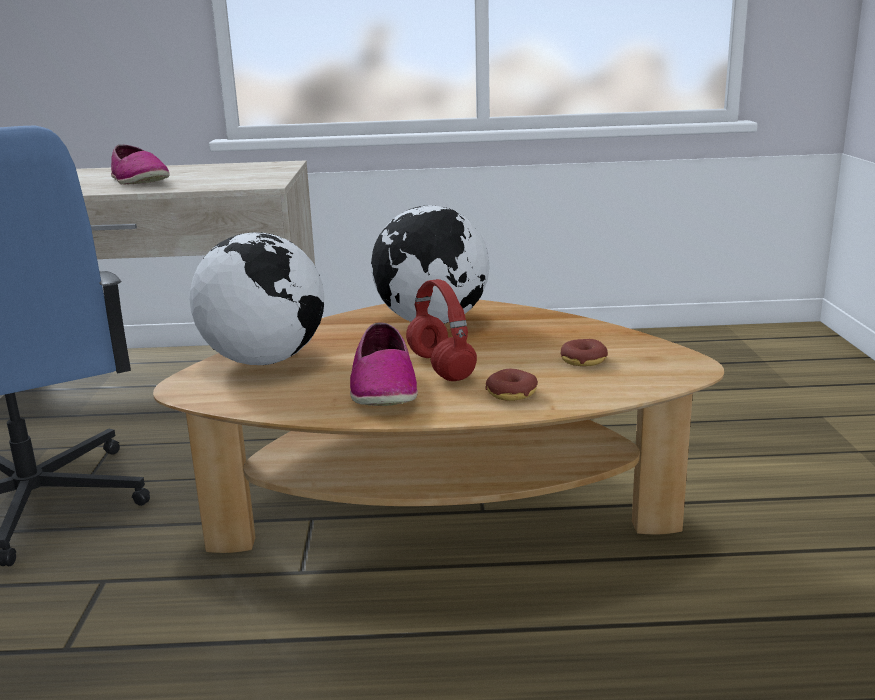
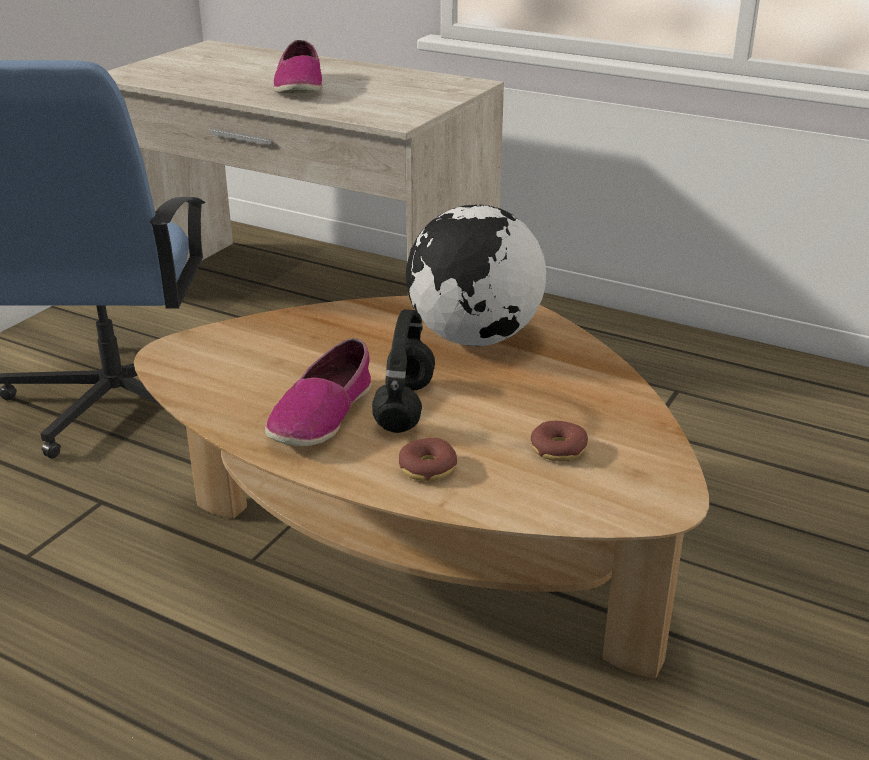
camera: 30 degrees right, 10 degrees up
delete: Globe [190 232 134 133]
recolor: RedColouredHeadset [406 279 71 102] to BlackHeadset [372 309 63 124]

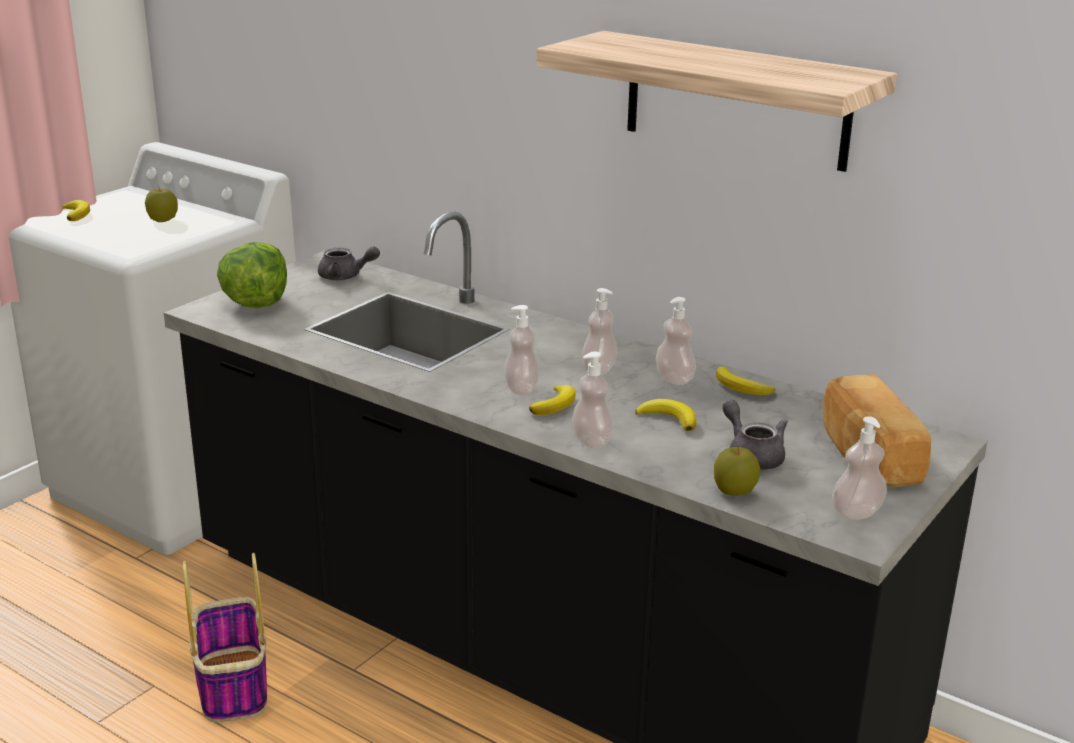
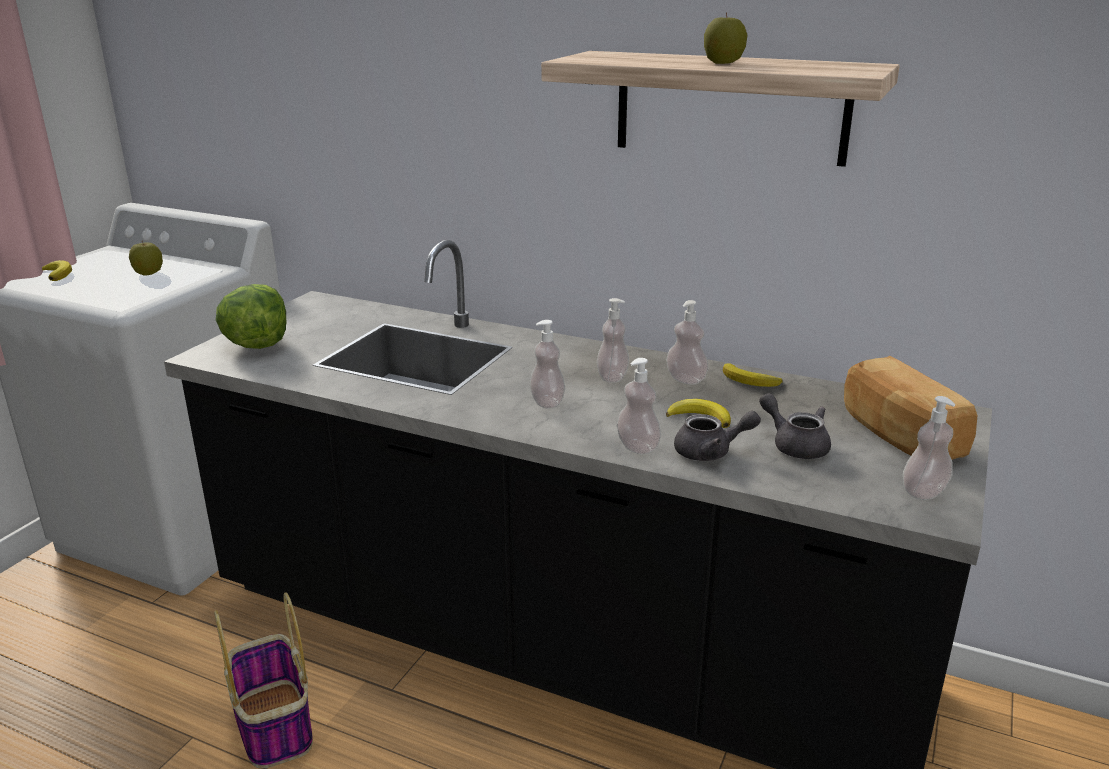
camera: 10 degrees left, 0 degrees up
delete: BananaFruit [529 385 47 30]
move: GreyTeaPot [318 246 62 34] to [674 411 87 50]; WholeApple [714 447 47 49] to [704 12 43 52]

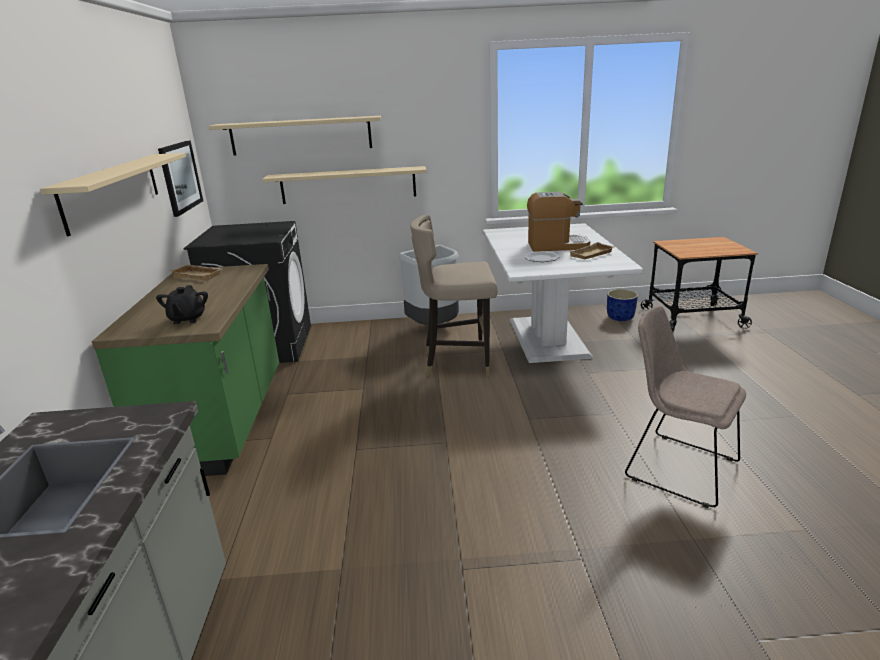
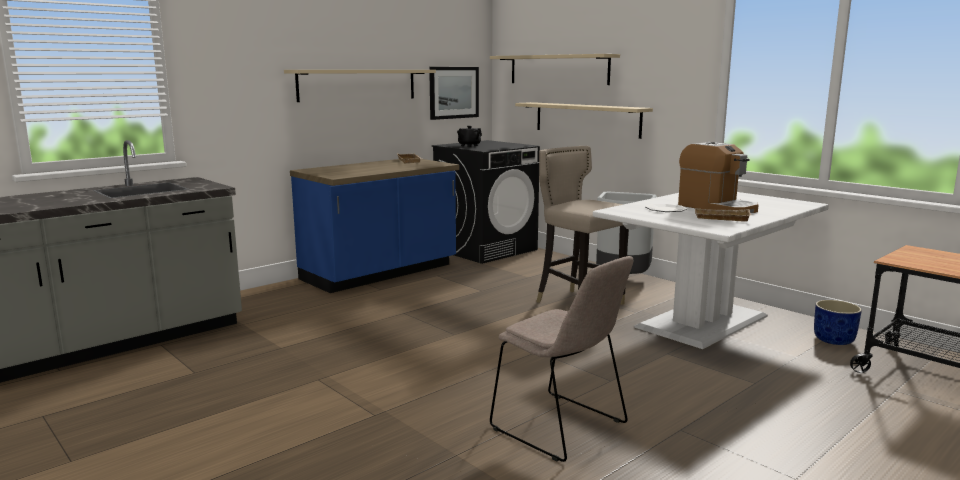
camera: 50 degrees right, 10 degrees down
move: BlackTeaPot [156 285 52 39] to [457 126 25 21]
recolor: GreenKitchenBaseUnit [92 264 187 212] to BlueKitchenBaseUnit [290 159 169 134]
rotate: SandColouredPlainChair [625 306 121 202] = [490 256 143 206] 135 degrees clockwise

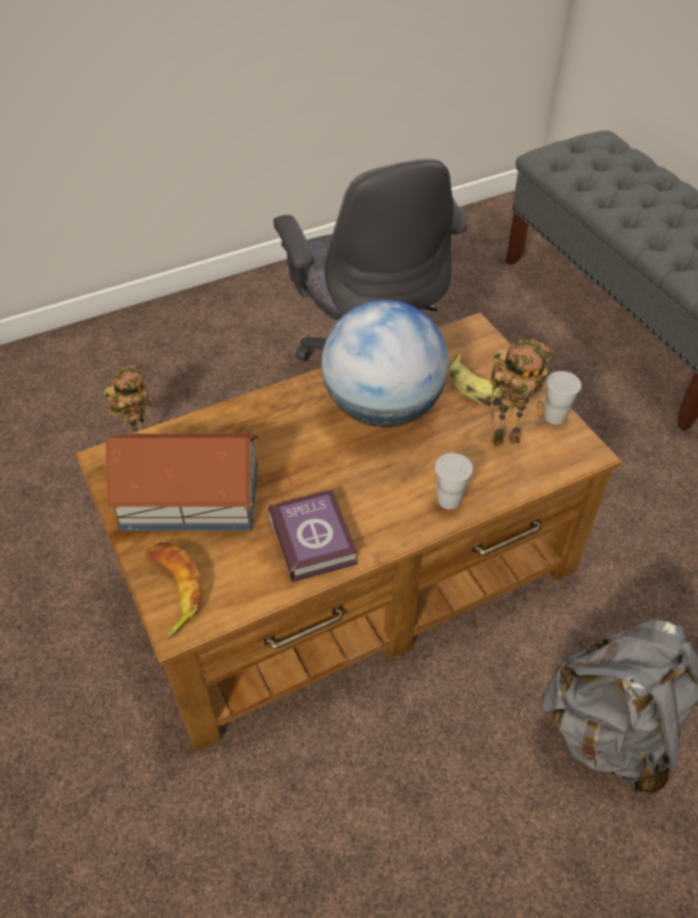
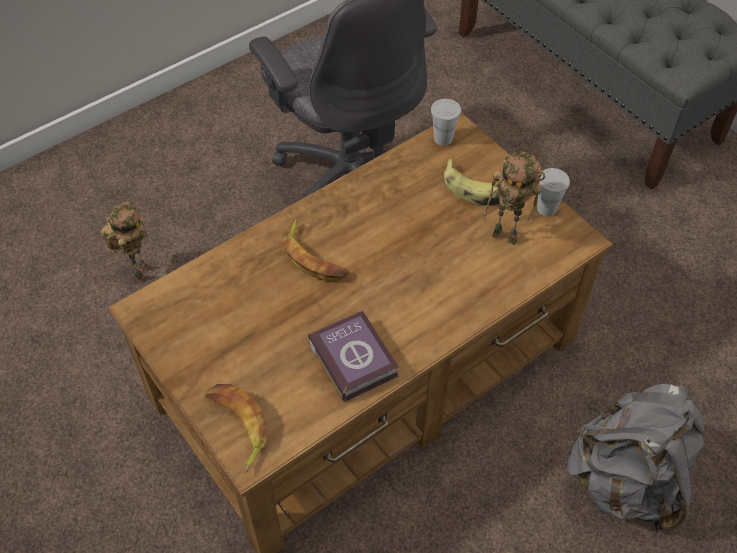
camera: 10 degrees left, 5 degrees up
delete: Globe [322 300 127 128]; MiniatureHouse [106 433 153 98]
insert: BananaFruit [283 219 67 62]
move: WhitishDrinkingCup [435 453 38 56] to [431 99 30 47]
rotate: ModelRobot [490 339 63 107] = [483 151 62 94] 45 degrees clockwise

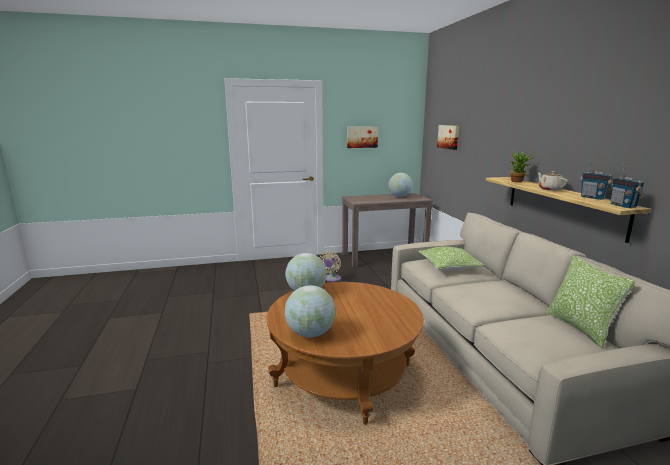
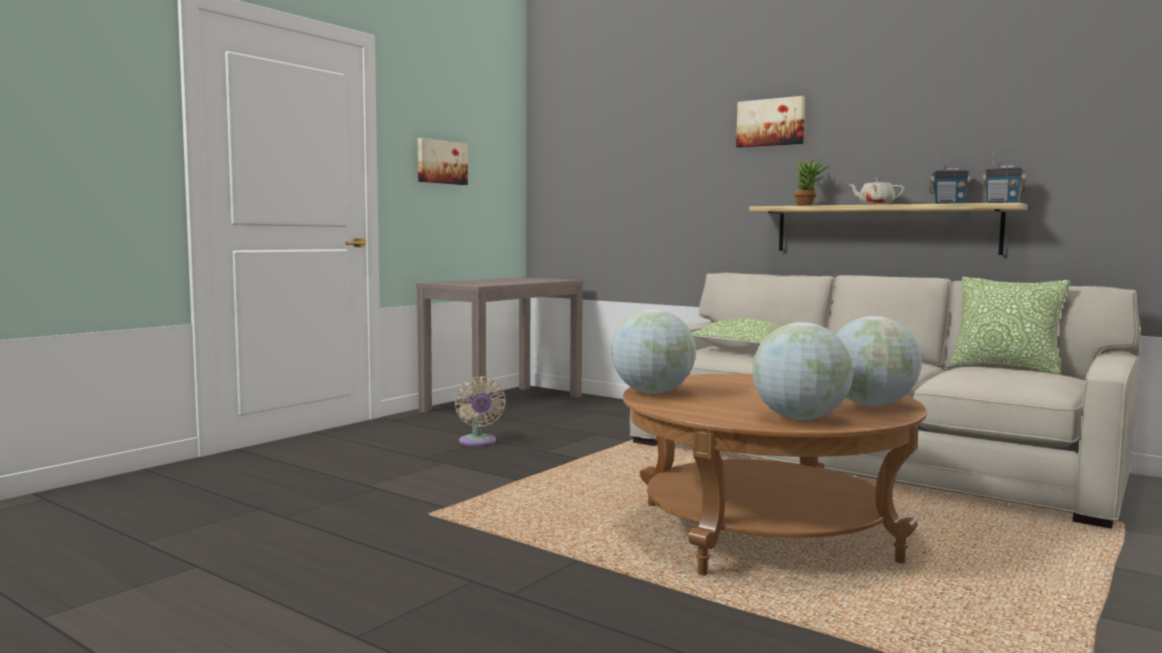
camera: 40 degrees left, 10 degrees down
move: WallPicture [437 125 22 25] to [736 96 69 52]; Globe [388 173 25 24] to [836 316 86 90]

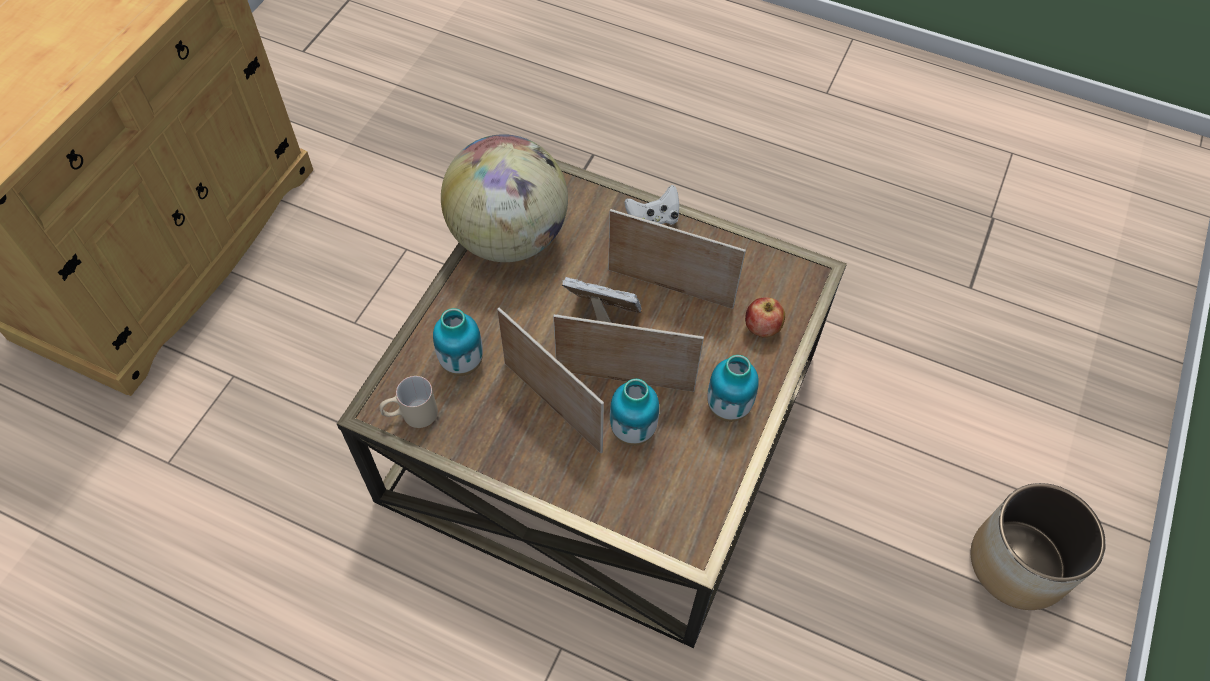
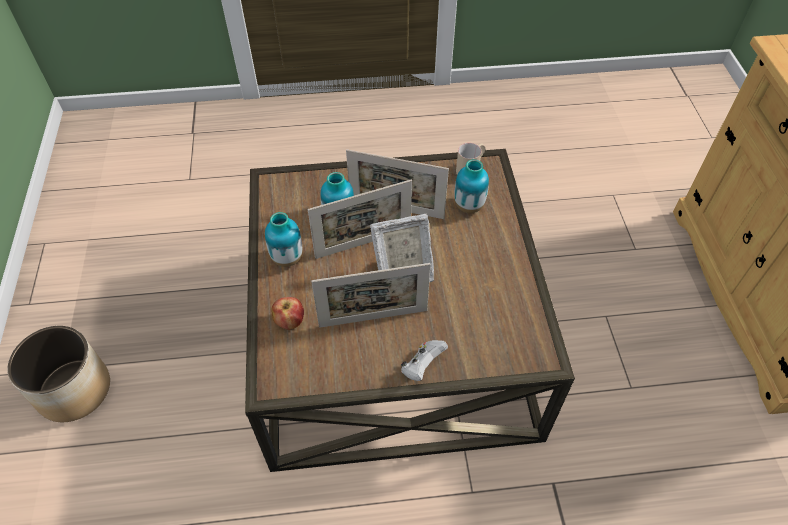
camera: 150 degrees right, 5 degrees down
delete: Globe [441 134 127 128]

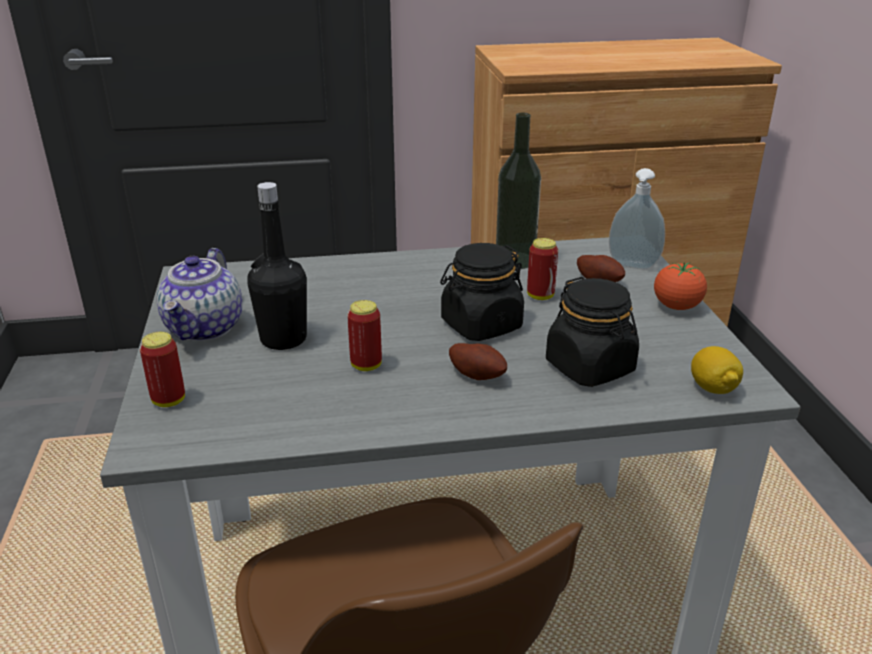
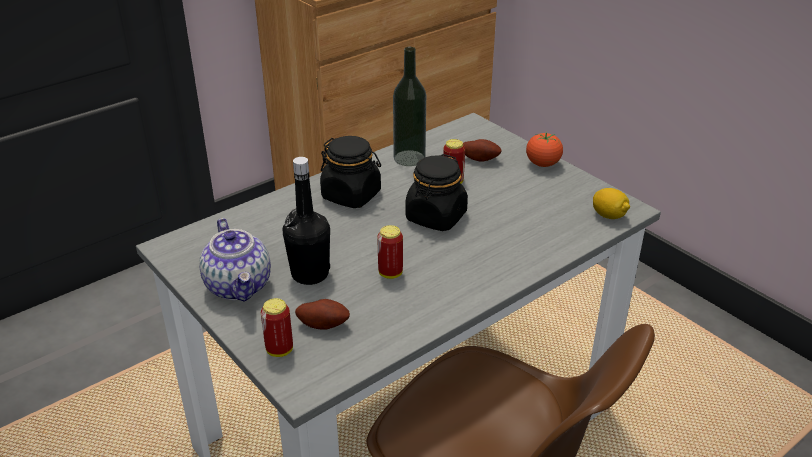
camera: 30 degrees left, 5 degrees up
delete: SoapDispenser [609 168 56 101]
move: BlackStorageJar [546 277 93 110] to [320 136 61 72]; Potato [449 343 58 37] to [295 299 55 31]

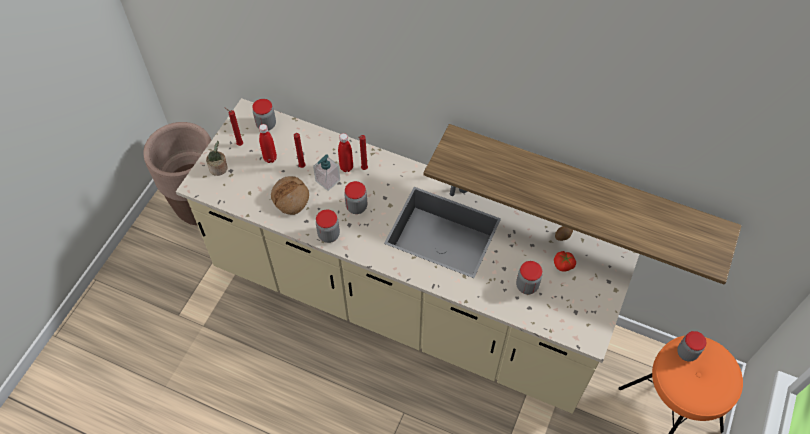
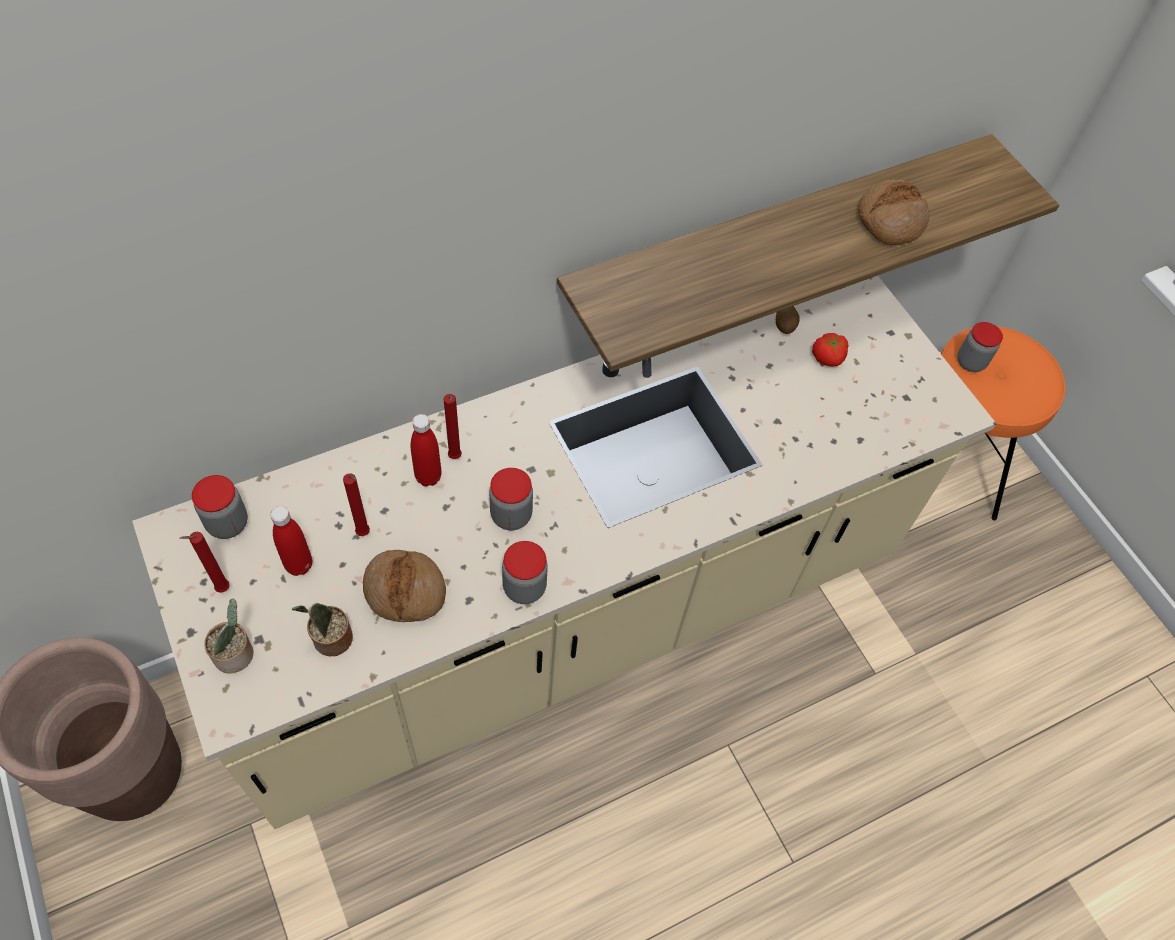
camera: 55 degrees left, 0 degrees up
delete: SoapDispenser [313 155 27 36]; StorageJar [516 261 26 33]
insert: Bread [858 179 71 66]; Houseplant [292 603 61 53]

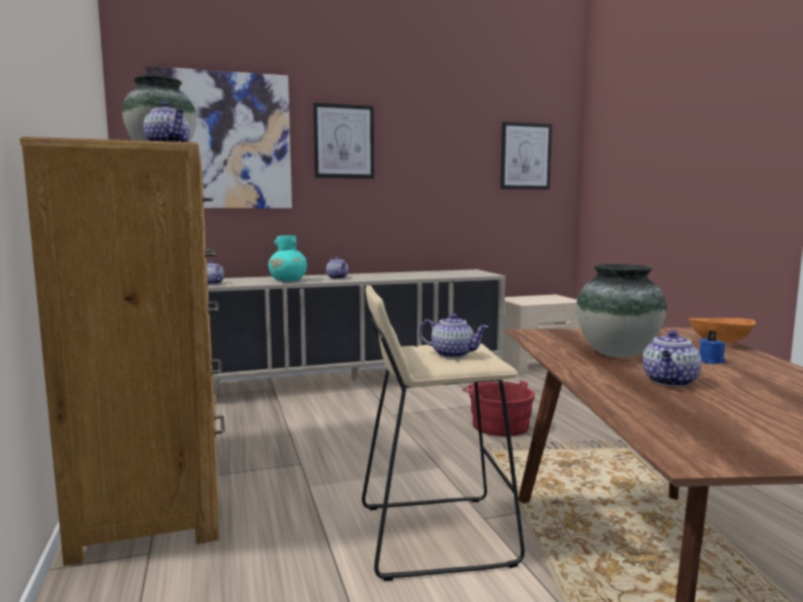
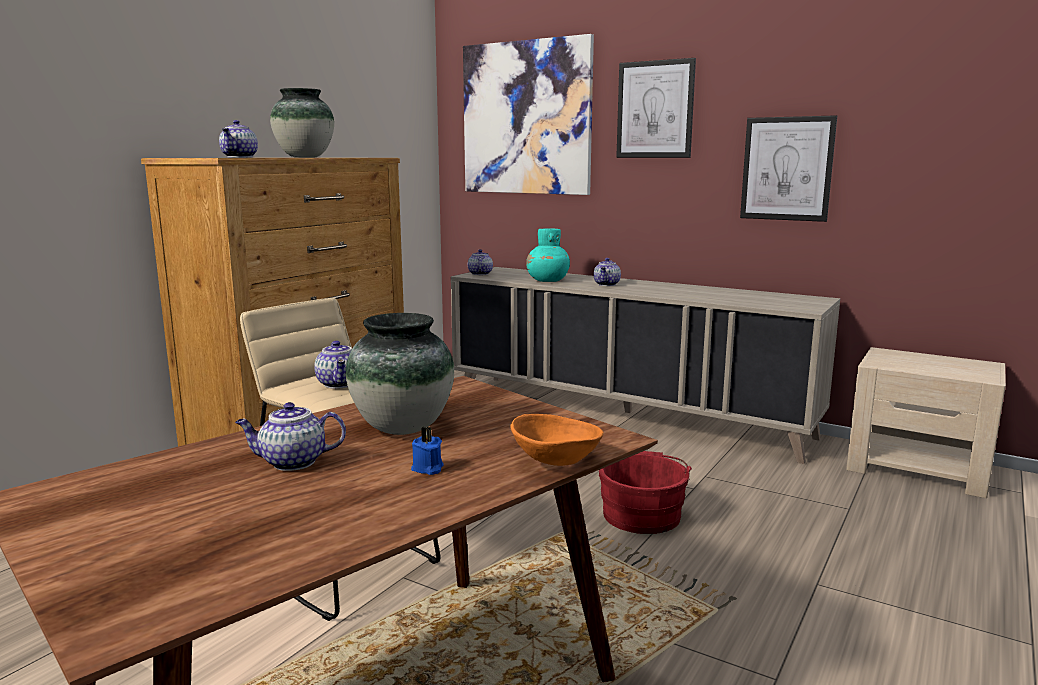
camera: 50 degrees right, 5 degrees up
move: WallPicture [500 122 52 68] to [740 115 97 107]

